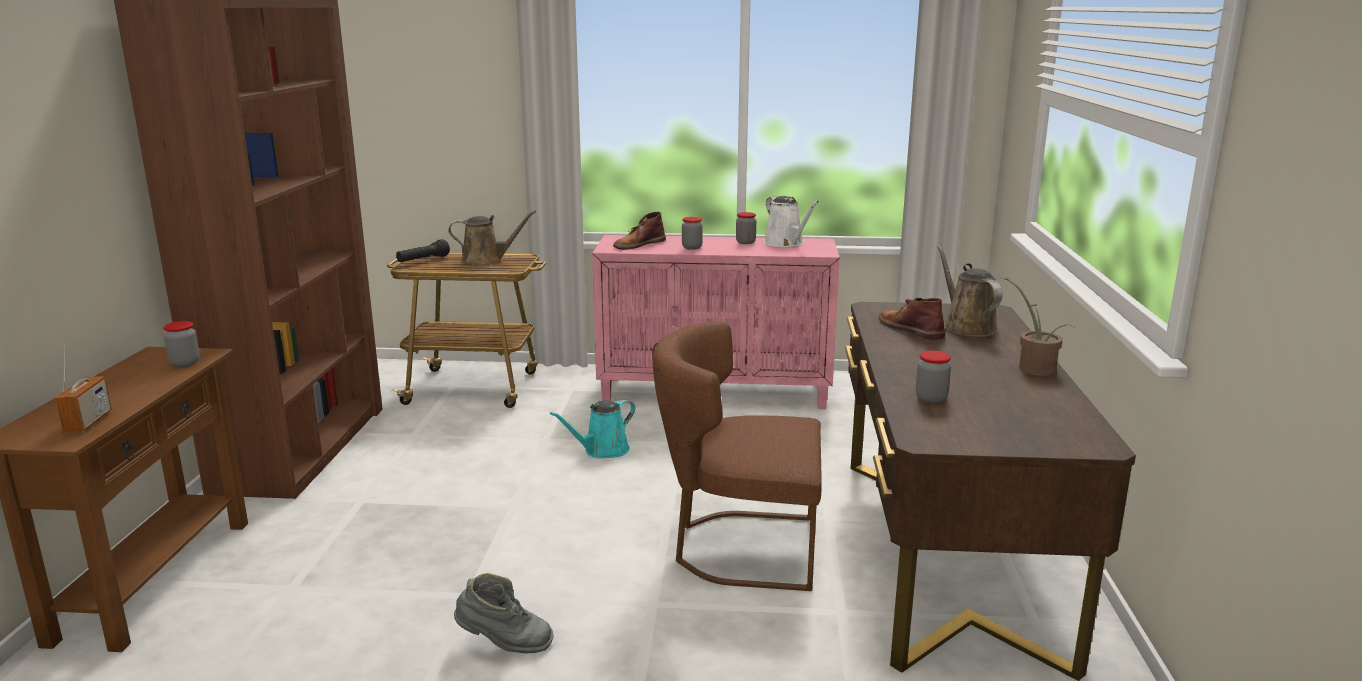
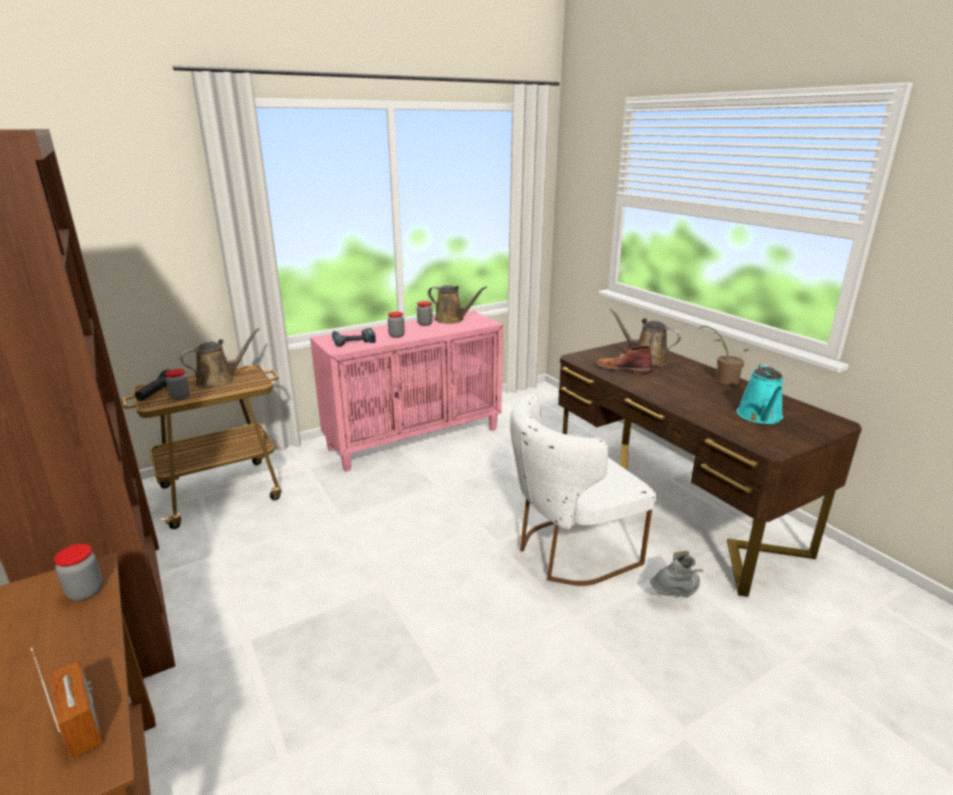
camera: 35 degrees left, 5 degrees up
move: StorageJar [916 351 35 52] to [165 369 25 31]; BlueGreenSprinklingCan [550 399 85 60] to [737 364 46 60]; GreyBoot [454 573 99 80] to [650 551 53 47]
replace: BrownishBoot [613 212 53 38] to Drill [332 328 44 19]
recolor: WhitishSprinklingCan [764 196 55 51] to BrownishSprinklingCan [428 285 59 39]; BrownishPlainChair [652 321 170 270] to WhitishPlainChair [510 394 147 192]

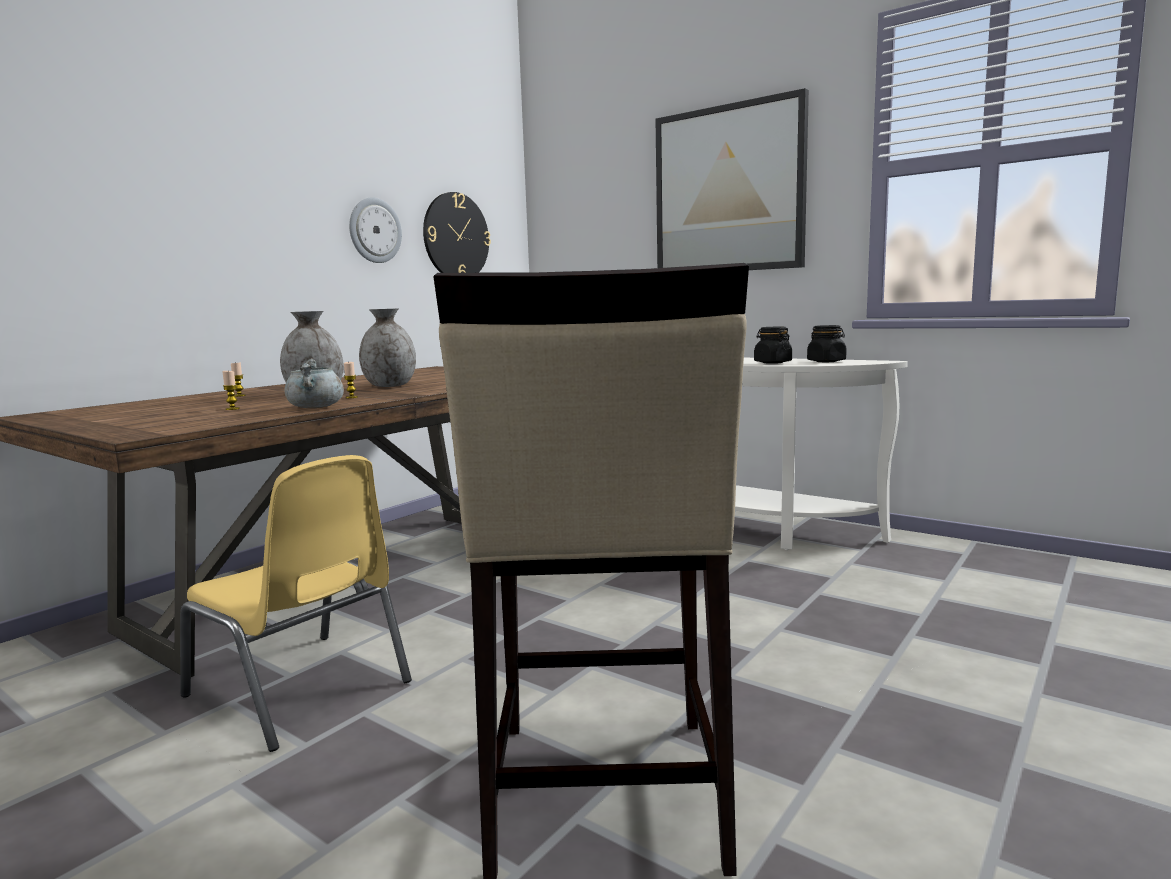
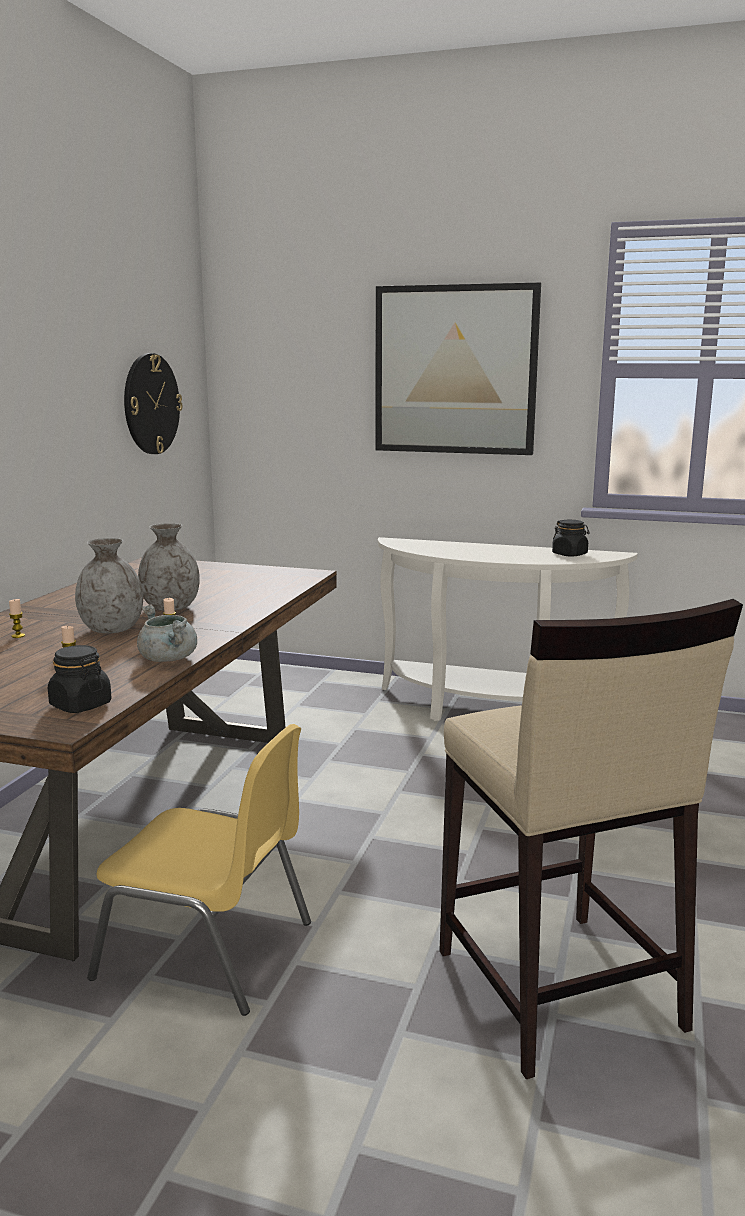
camera: 20 degrees left, 5 degrees up
delete: WallClock [349 198 53 65]
move: BlackStorageJar [754 327 38 37] to [48 645 64 68]

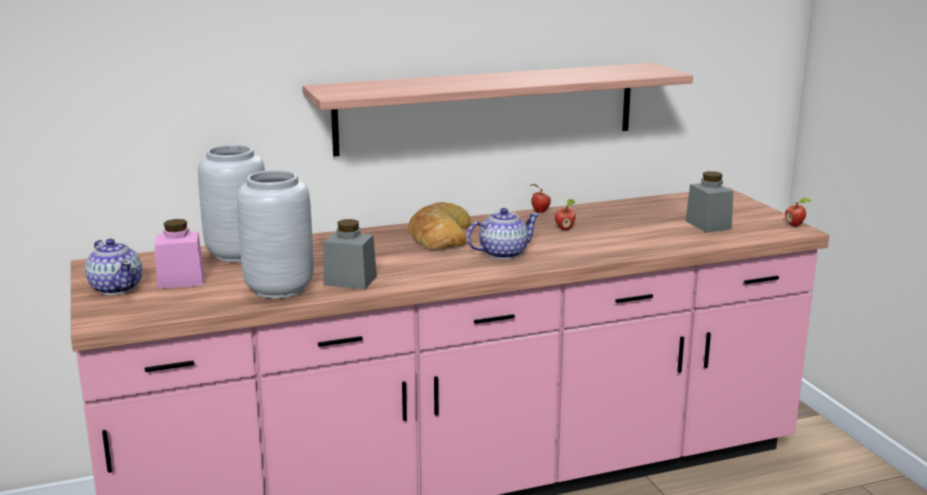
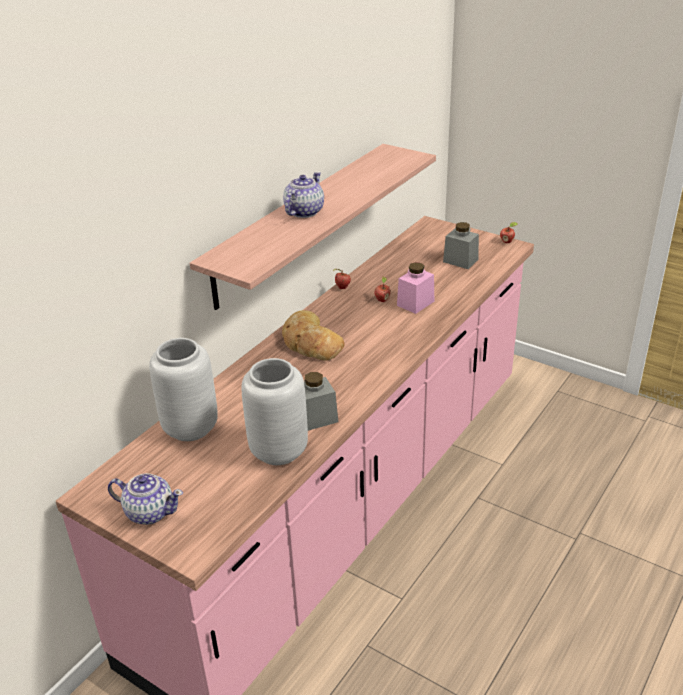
camera: 35 degrees left, 15 degrees up
move: TeaPot [467 208 73 51] to [283 172 41 46]; PinkishStorageJar [155 219 49 70] to [397 262 37 52]

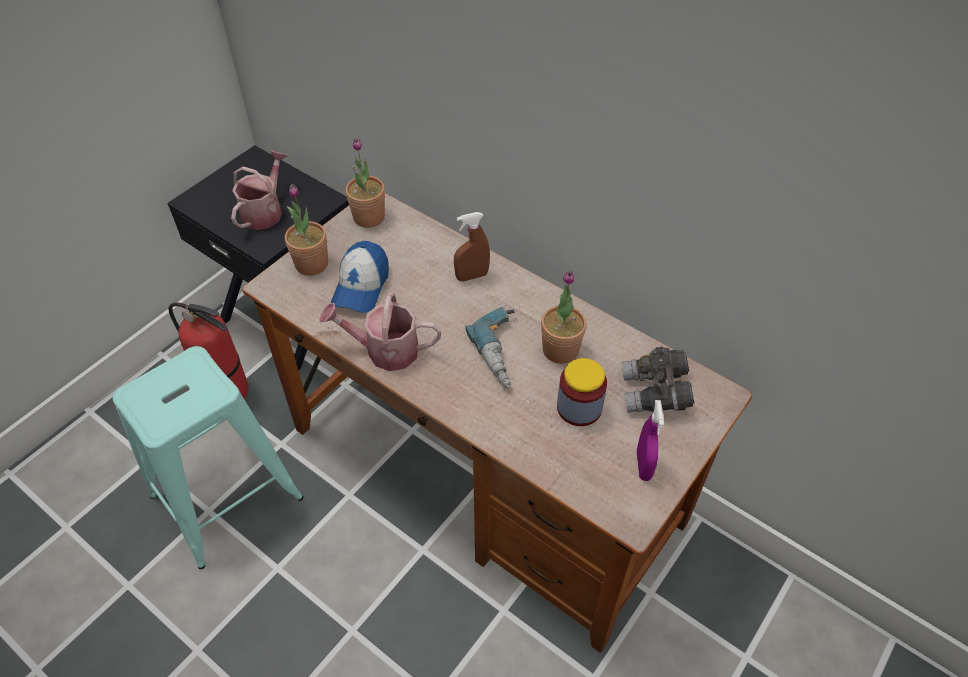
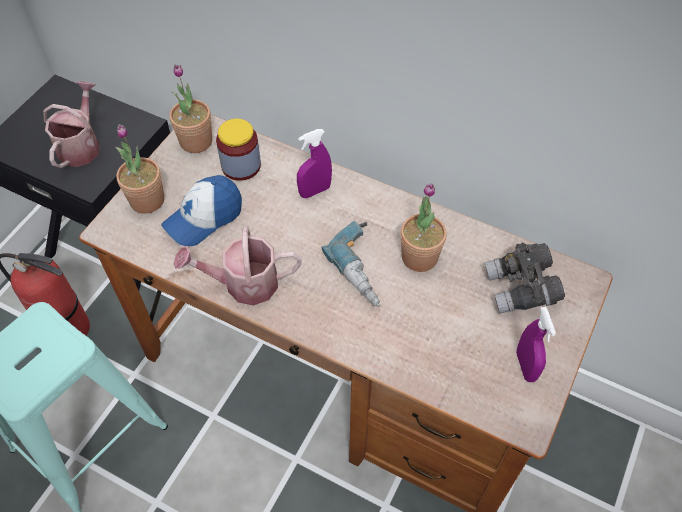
camera: 10 degrees left, 5 degrees up
move: StorageJar [557 358 50 68] to [216 119 45 62]
recolor: BrownishSprayBottle [454 212 36 69] to PurpleColouredSprayBottle [297 129 35 69]
rotate: BaseballCap [331 241 58 72] = [161 175 81 71] 45 degrees clockwise

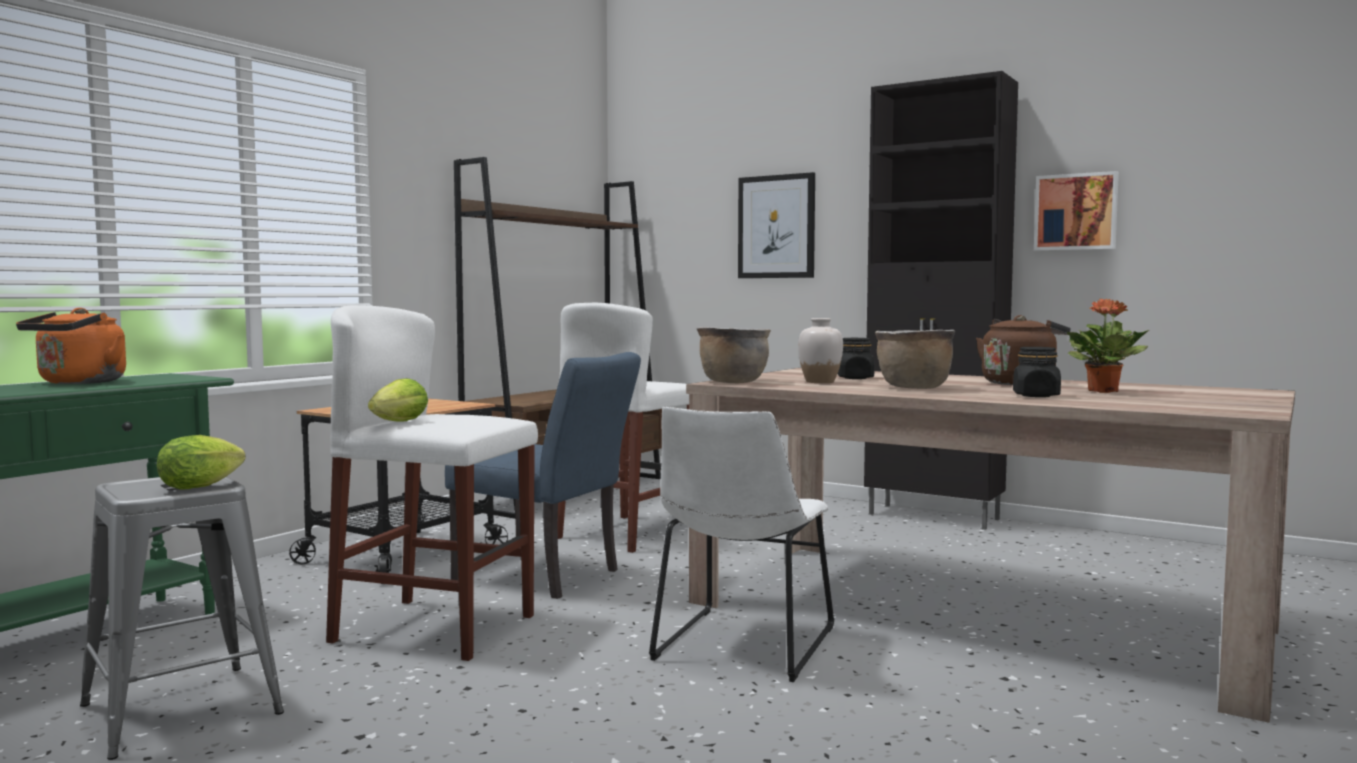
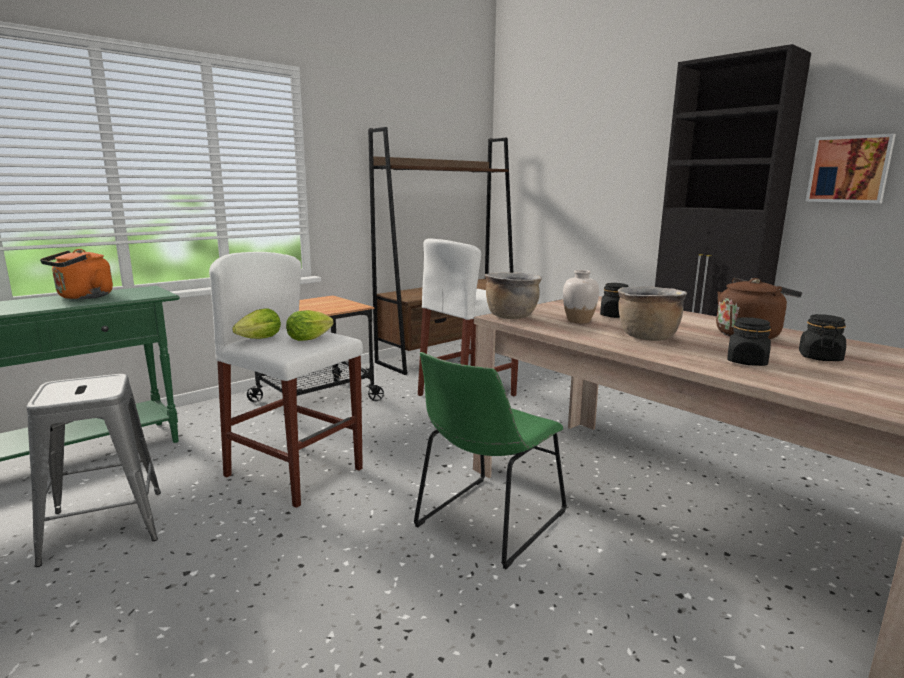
camera: 15 degrees right, 10 degrees up
delete: WallPicture [738 172 77 106]; BluePlainChair [445 352 196 247]
move: HeadOfLettuce [157 435 89 55] to [286 310 48 31]
replace: Houseplant [1067 299 82 94] to BlackStorageJar [799 314 47 47]
recolor: WhitishPlainChair [649 407 185 275] to GreenPlainChair [414 352 153 217]

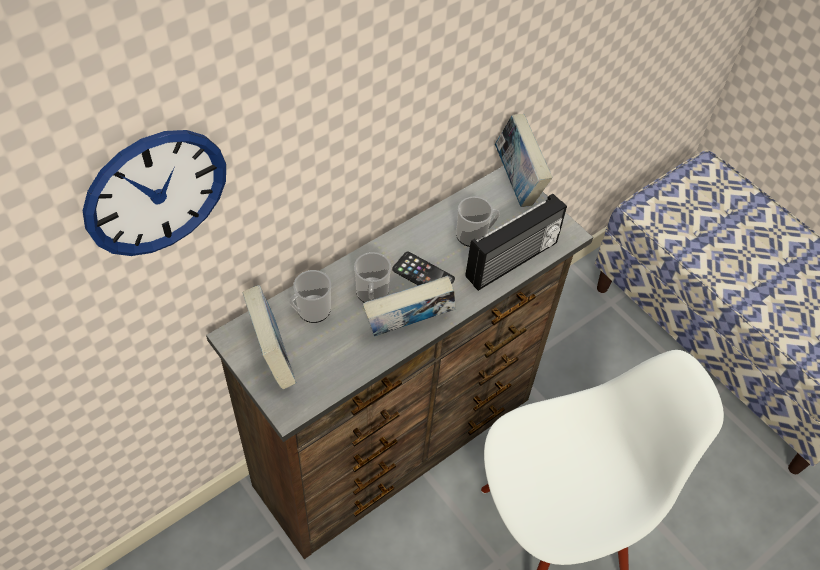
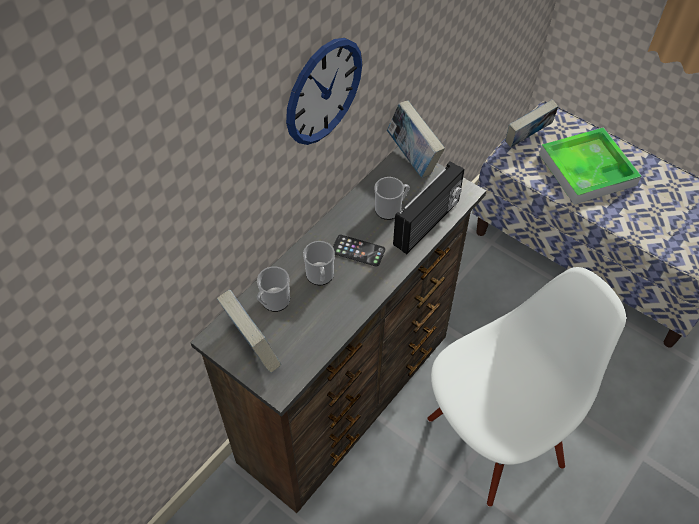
camera: 10 degrees left, 0 degrees up
insert: Tray [539 127 102 78]
move: WallClock [83 130 143 126] to [286 38 76 107]; BoundBook [362 275 94 62] to [506 99 52 49]

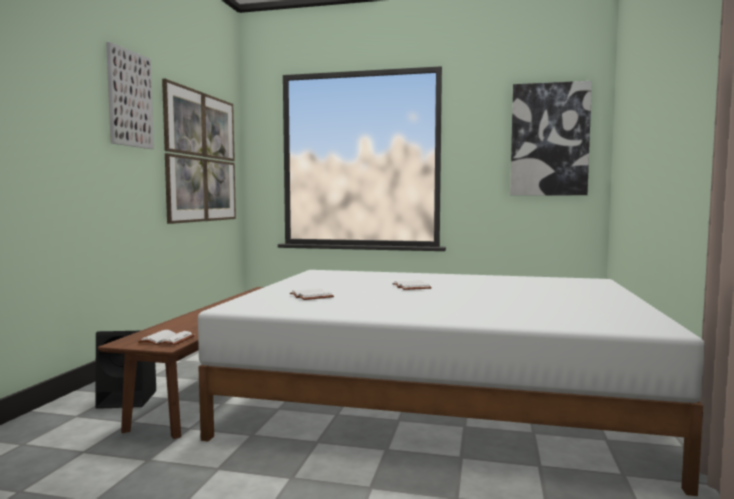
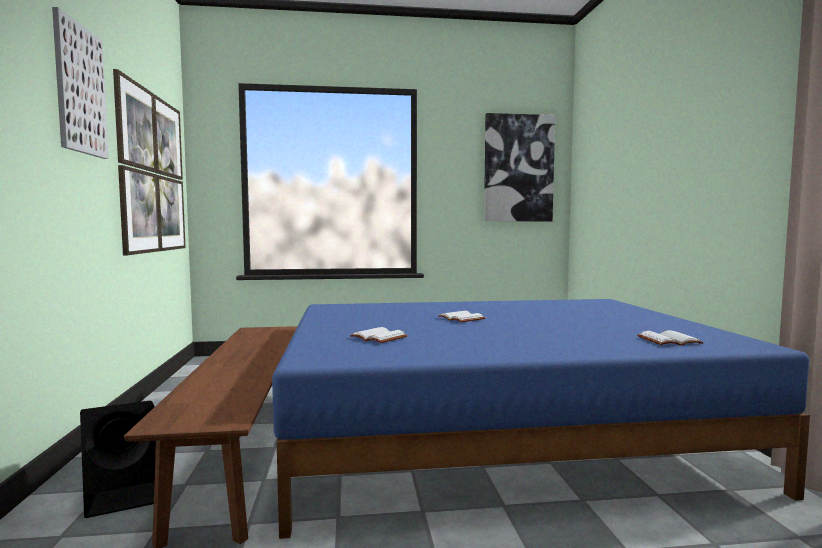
camera: 20 degrees left, 0 degrees up
move: WhitishBoundBook [138 330 57 15] to [637 330 67 16]
recolor: WhitishSleepingBed [198 270 507 226] to BlueSleepingBed [272 299 538 240]

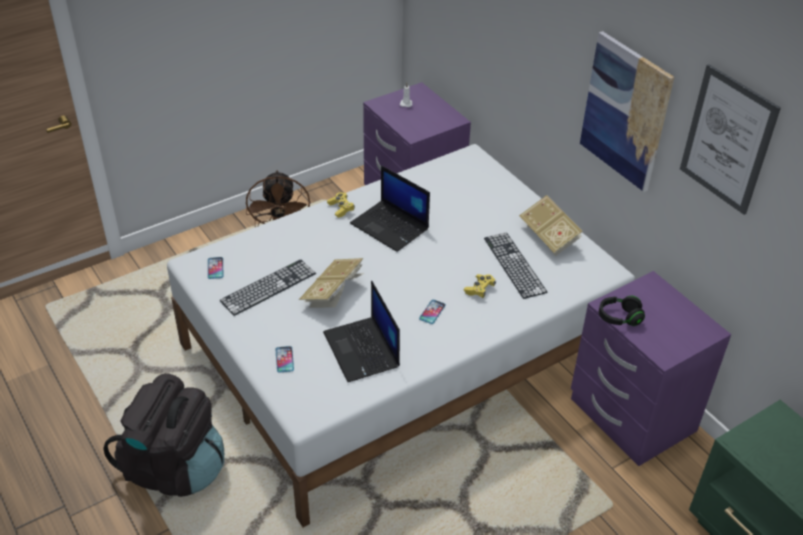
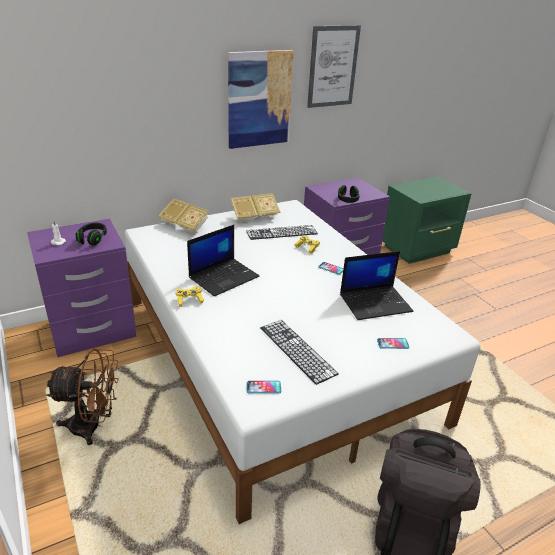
camera: 85 degrees left, 10 degrees down
insert: BlackHeadset [75 223 32 22]
move: BoundBook [299 258 66 50] to [158 198 51 37]

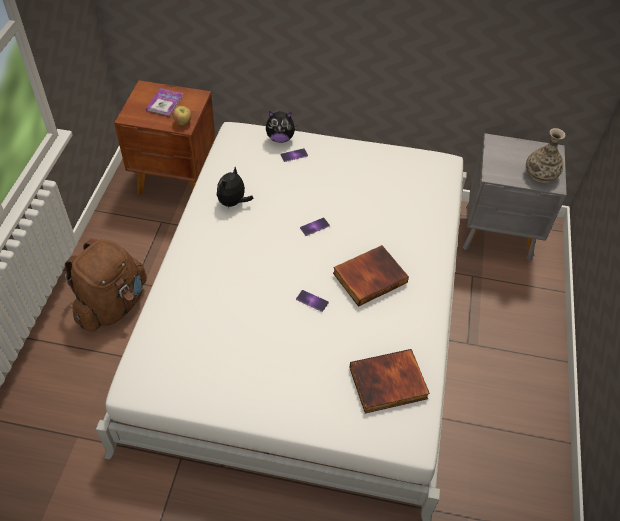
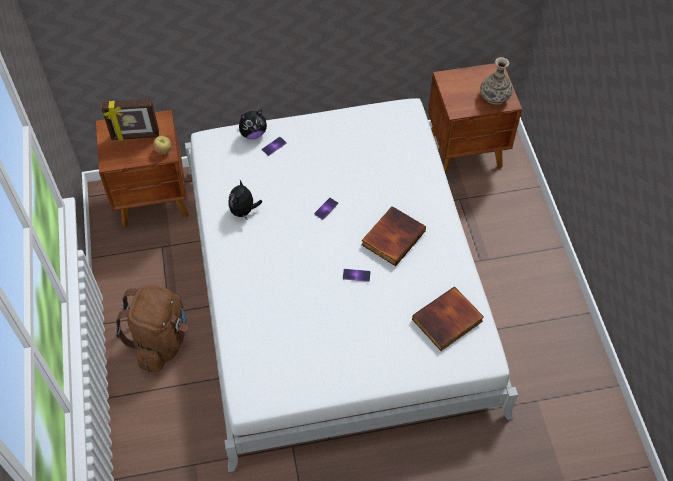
camera: 20 degrees left, 5 degrees up
replace: BoundBook [146 88 37 29] to StandingFrame [101 99 58 42]
recolor: GreyBedsideTable [463 133 104 128] to BrownishBedsideTable [428 63 94 111]

